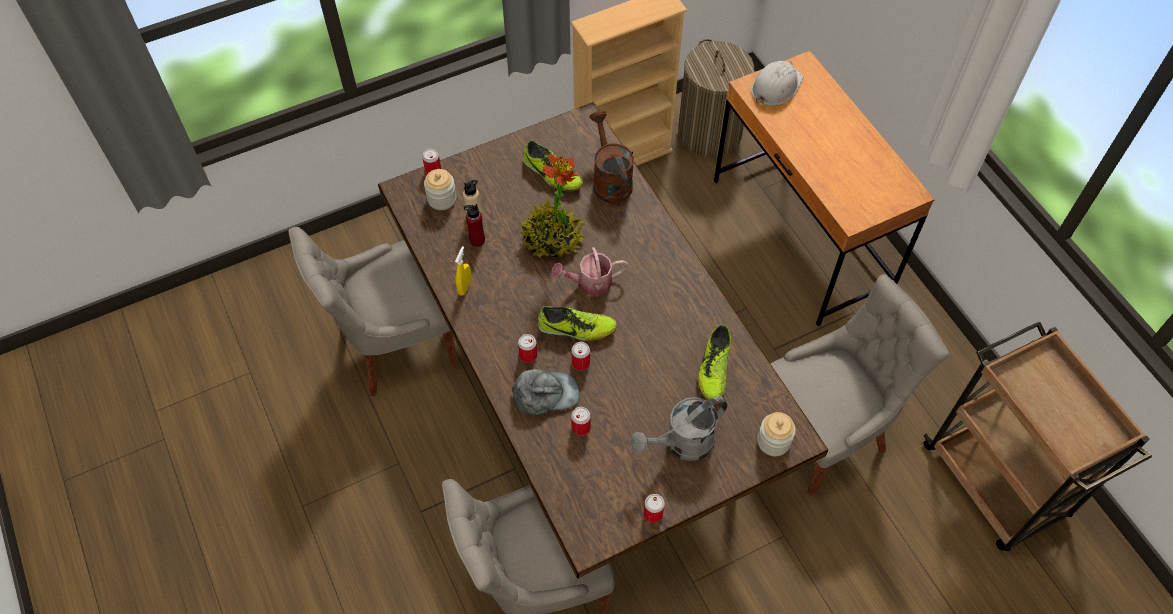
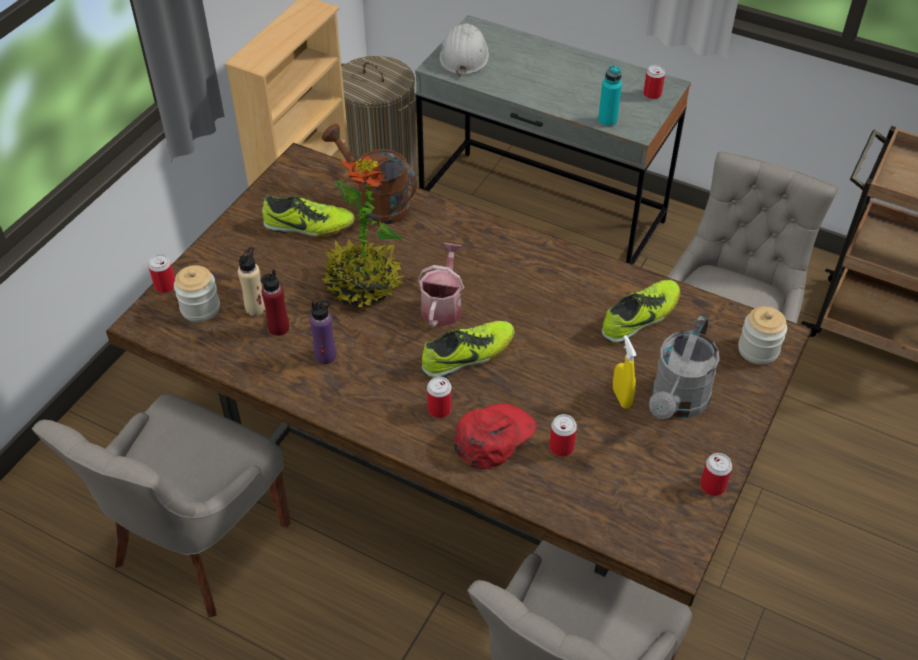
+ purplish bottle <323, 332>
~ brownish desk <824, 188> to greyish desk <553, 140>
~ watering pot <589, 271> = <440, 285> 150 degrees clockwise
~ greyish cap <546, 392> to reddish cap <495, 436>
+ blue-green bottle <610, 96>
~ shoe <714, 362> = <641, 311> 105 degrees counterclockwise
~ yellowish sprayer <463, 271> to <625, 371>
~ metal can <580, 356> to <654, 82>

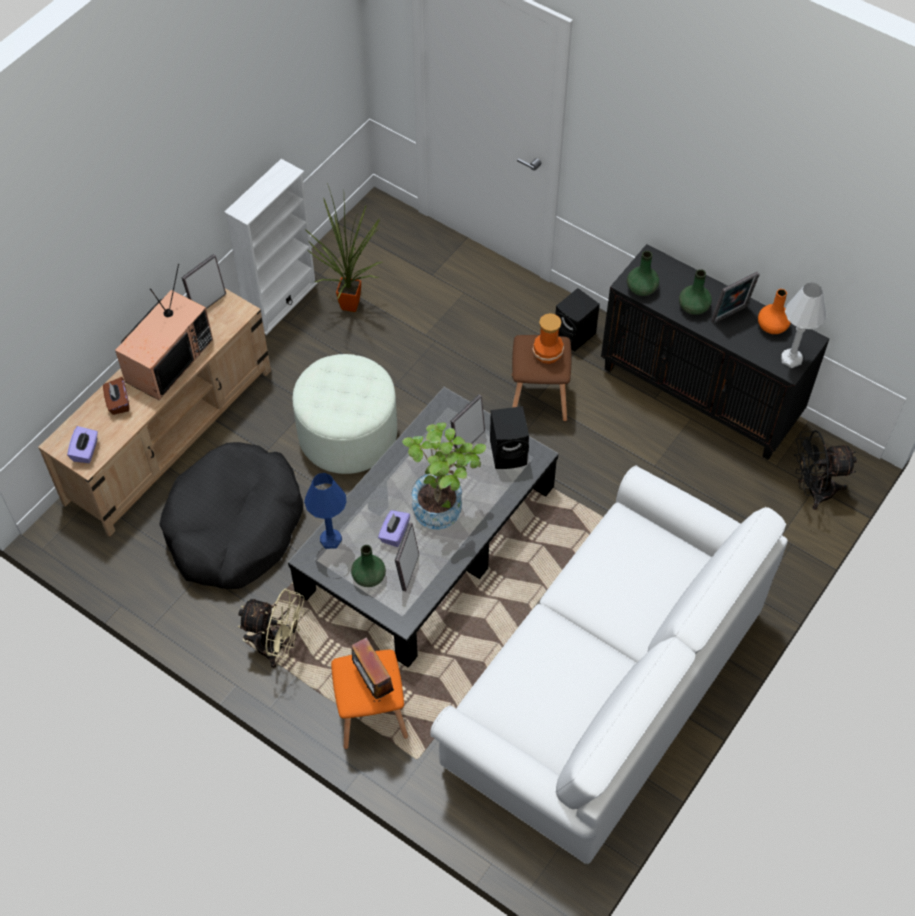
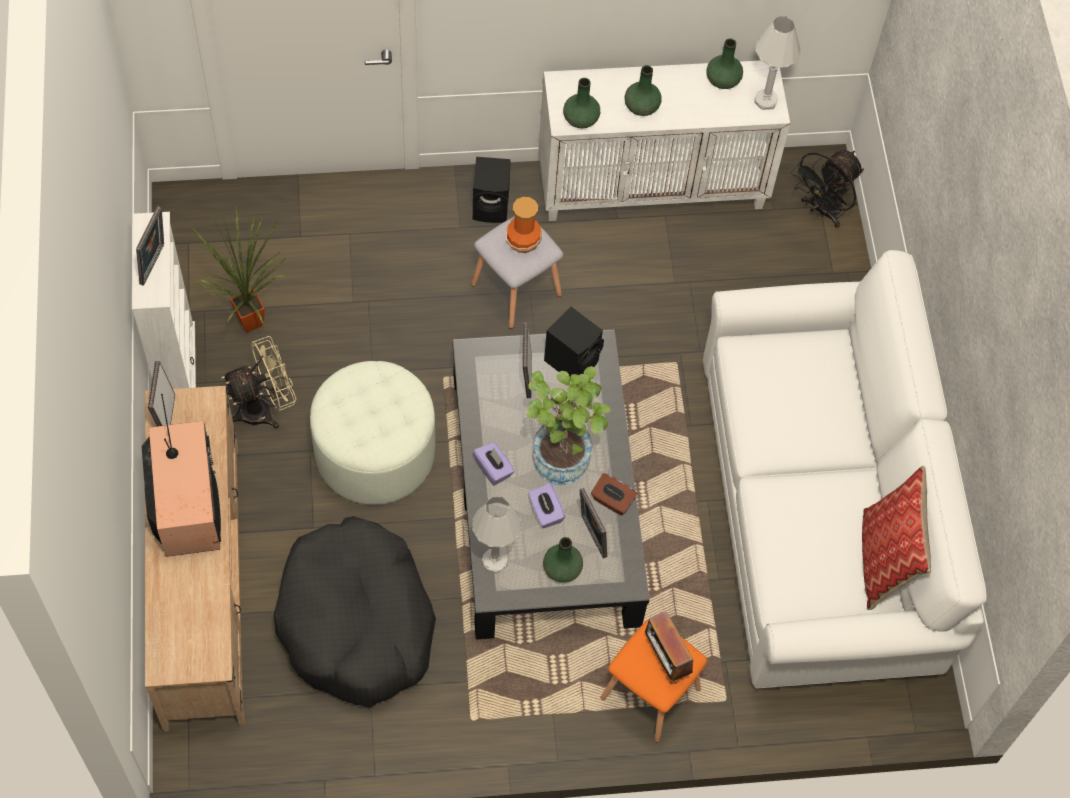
~ photo frame <735, 297> to <150, 246>
~ sand-coloured cooling fan <271, 628> to <259, 382>
~ brownish stool <542, 378> to greyish stool <517, 272>
~ blue-coloured tabletop lamp <325, 511> to whitish tabletop lamp <496, 535>
~ purplish box of tissues <82, 444> to <494, 464>
~ black-coloured storage cabinet <715, 352> to whitish storage cabinet <664, 140>
~ brownish box of tissues <116, 396> to <614, 494>
~ radio <373, 669> = <669, 647> 45 degrees clockwise
~ orange-coloured decorative vase <774, 311> to green decorative vase <724, 63>
+ cushion <896, 538>

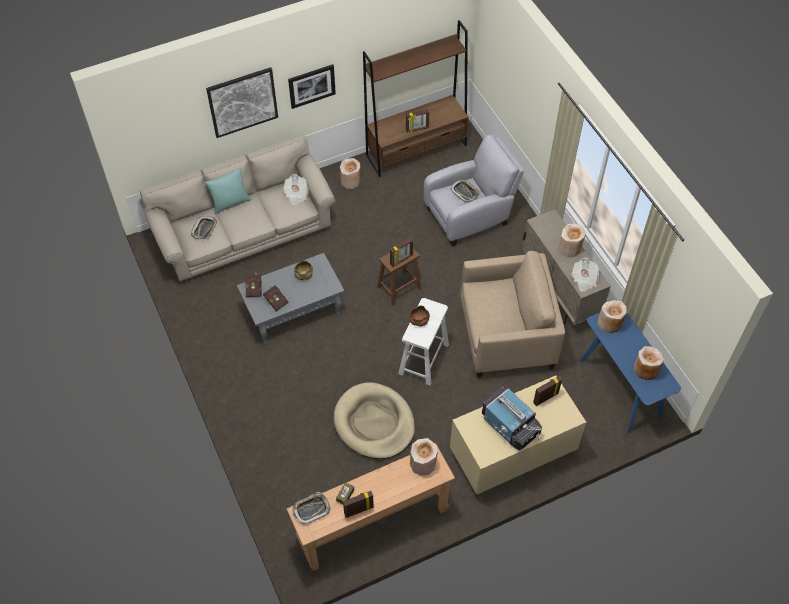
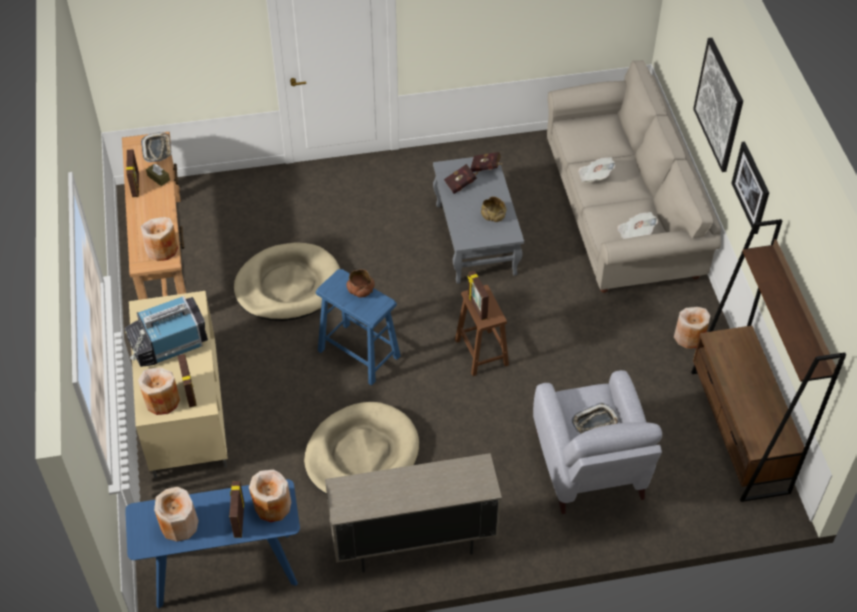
~ sand-coloured decorative vase <572, 240> to <159, 391>
~ photo frame <417, 121> to <236, 509>
~ sand-coloured lounge chair <512, 314> to sand-coloured dog bed <361, 448>
~ whitish stool <423, 341> to blue-coloured stool <358, 327>
~ printed paper <586, 275> to <597, 169>
- tray <204, 228>
- blue-green cushion <228, 190>

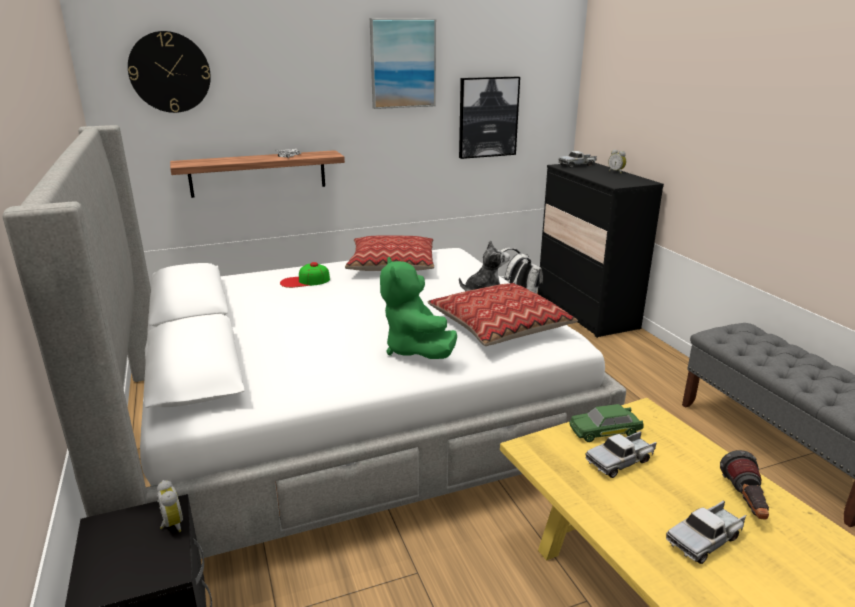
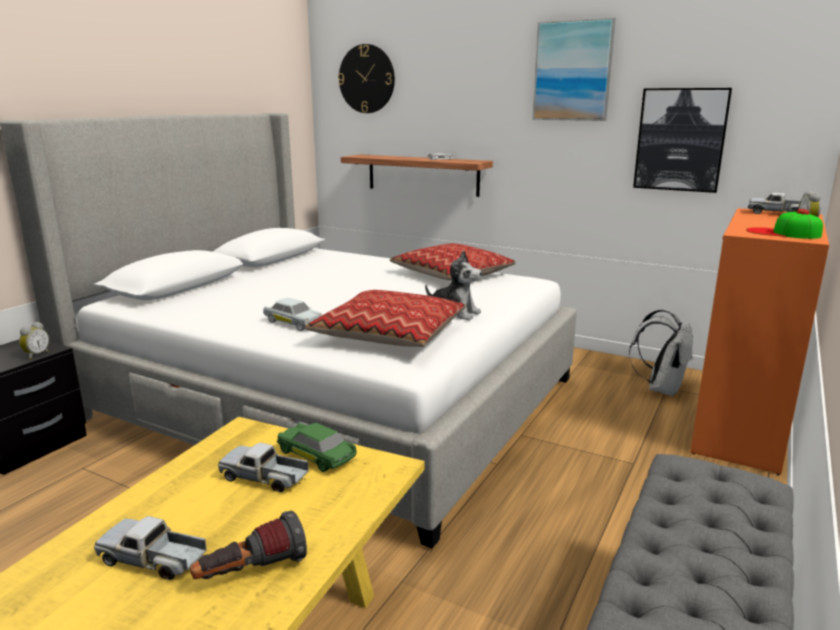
~ green cuddly toy <418, 308> to whitish model car <292, 314>
~ black-coloured drawer chest <601, 250> to orange-coloured drawer chest <759, 341>
~ cap <305, 275> to <784, 224>

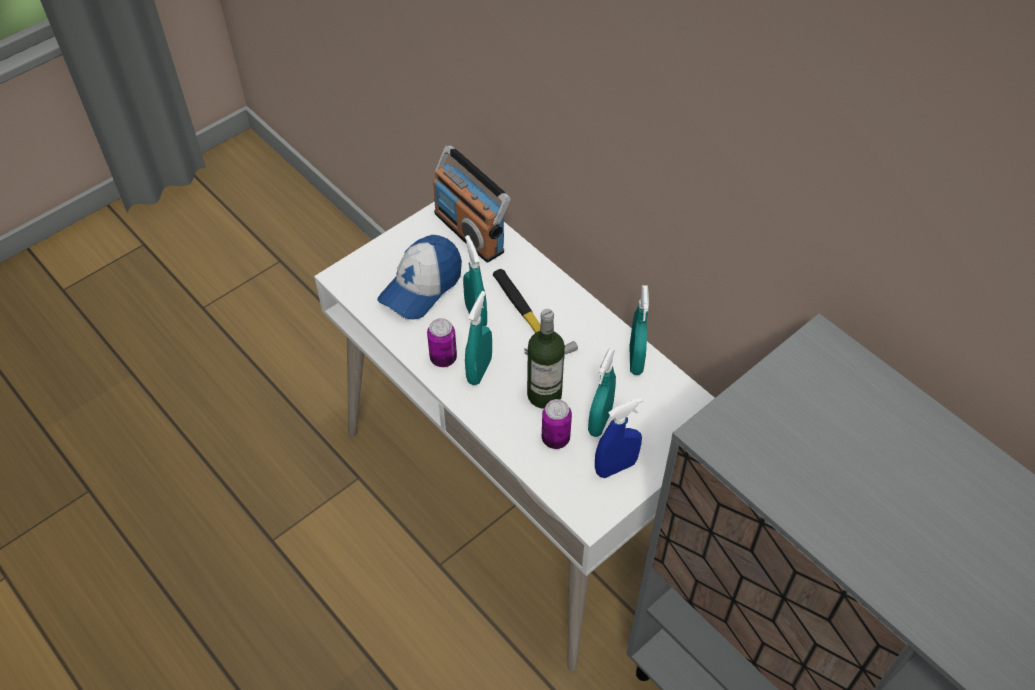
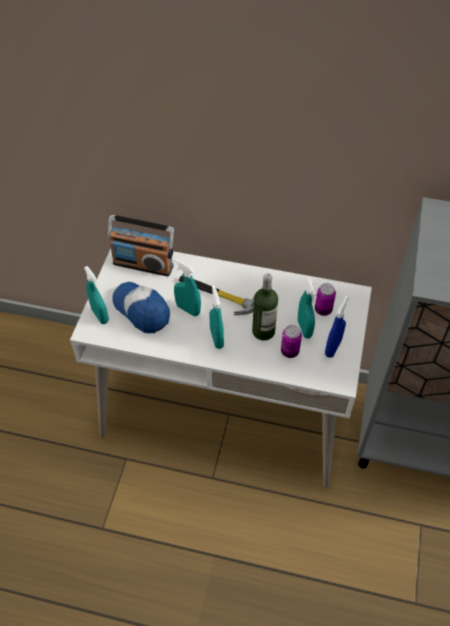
~ blue-green sprayer <639, 330> to <96, 295>
~ cap <419, 277> = <141, 307> 135 degrees clockwise
~ metal can <442, 342> to <325, 299>

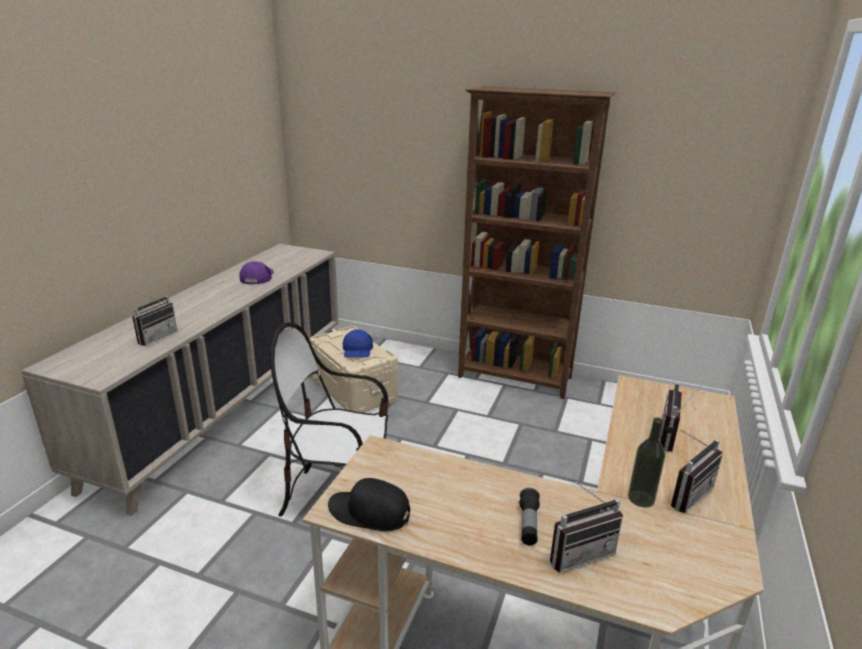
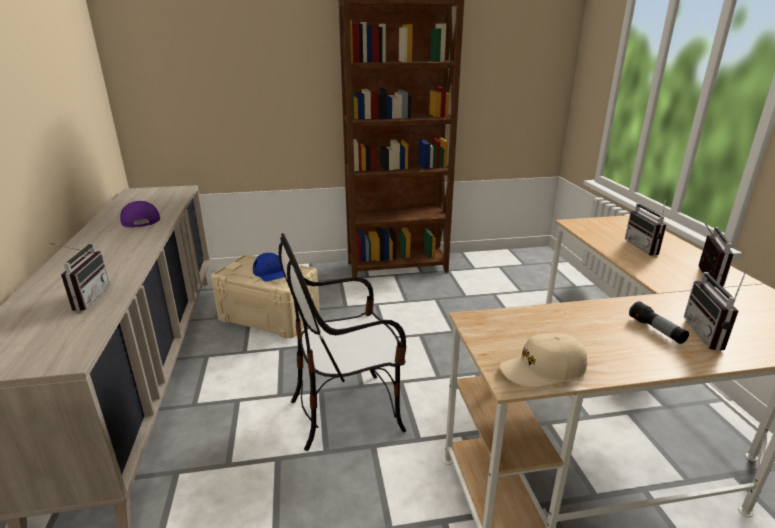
~ black-coloured cap <369, 504> to sand-coloured cap <543, 360>
~ radio <586, 525> = <715, 310> 150 degrees clockwise
- bottle <646, 462>

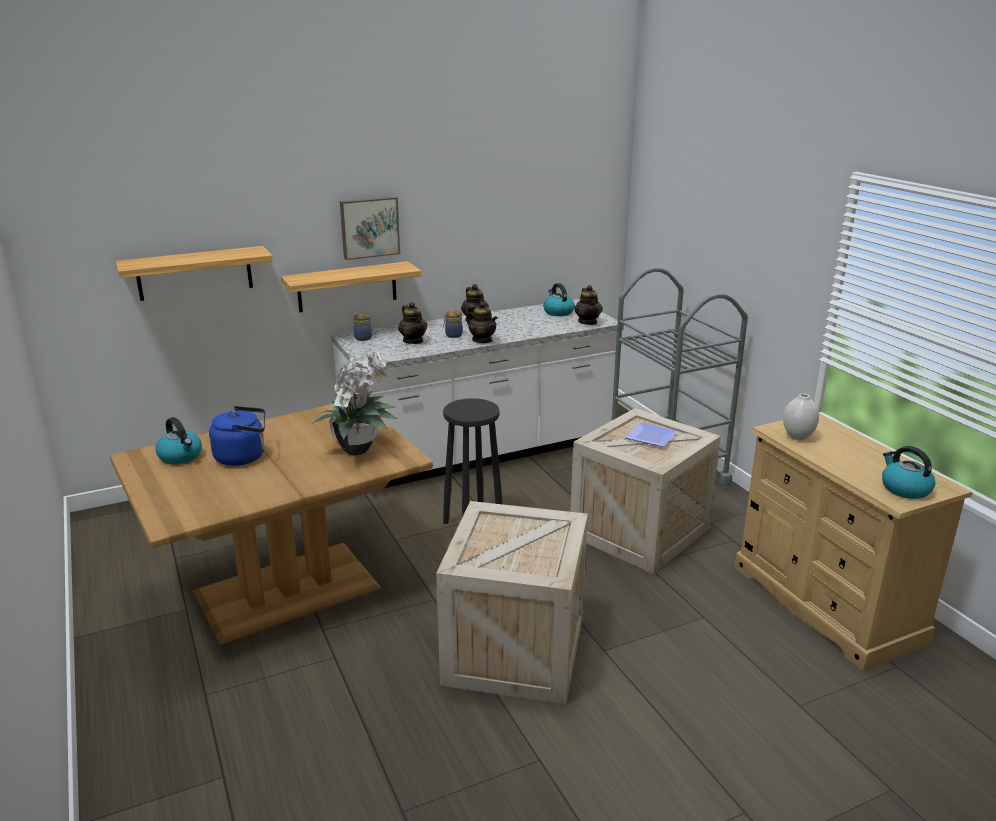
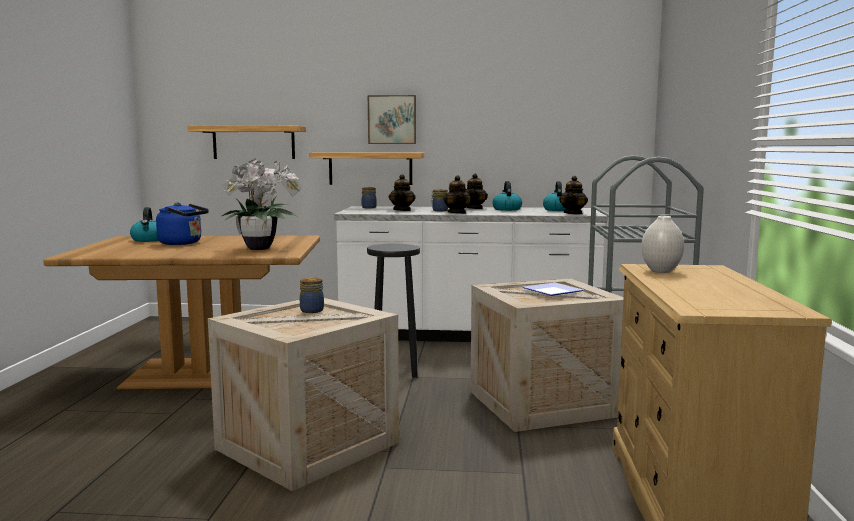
+ storage jar <312, 295>
~ water kettle <908, 472> to <507, 196>

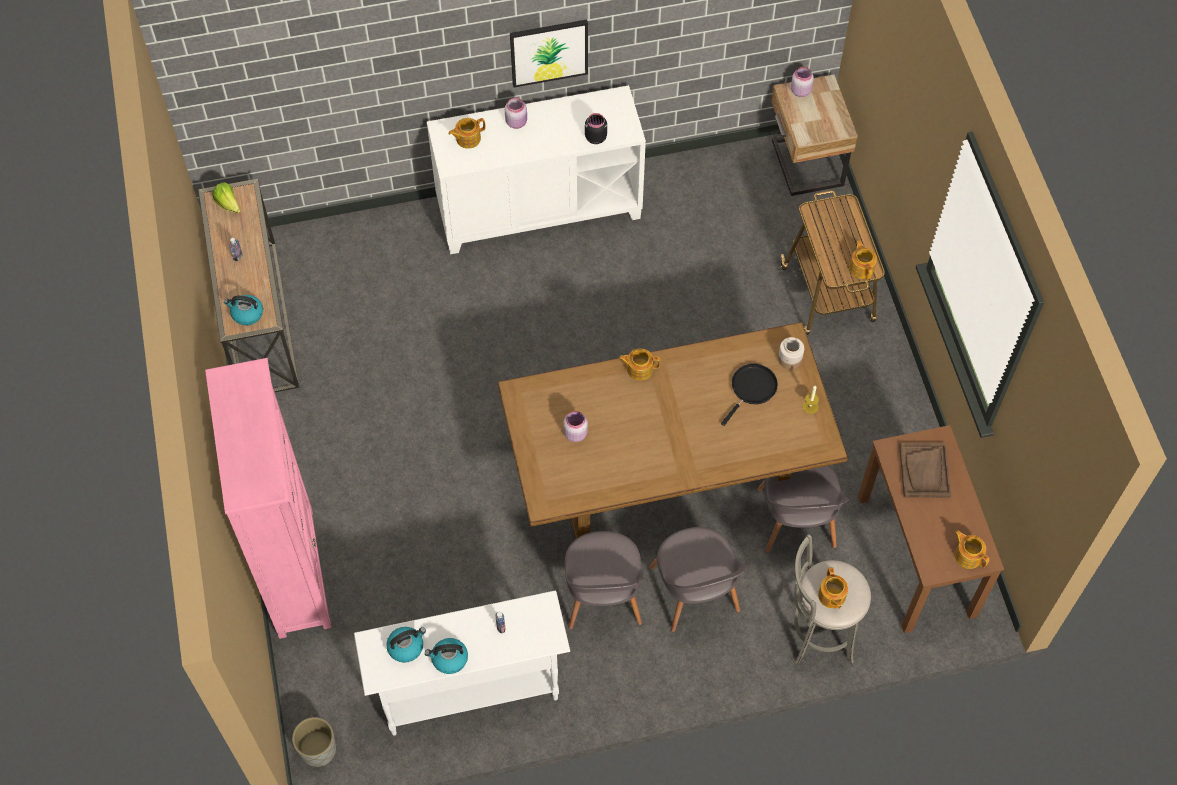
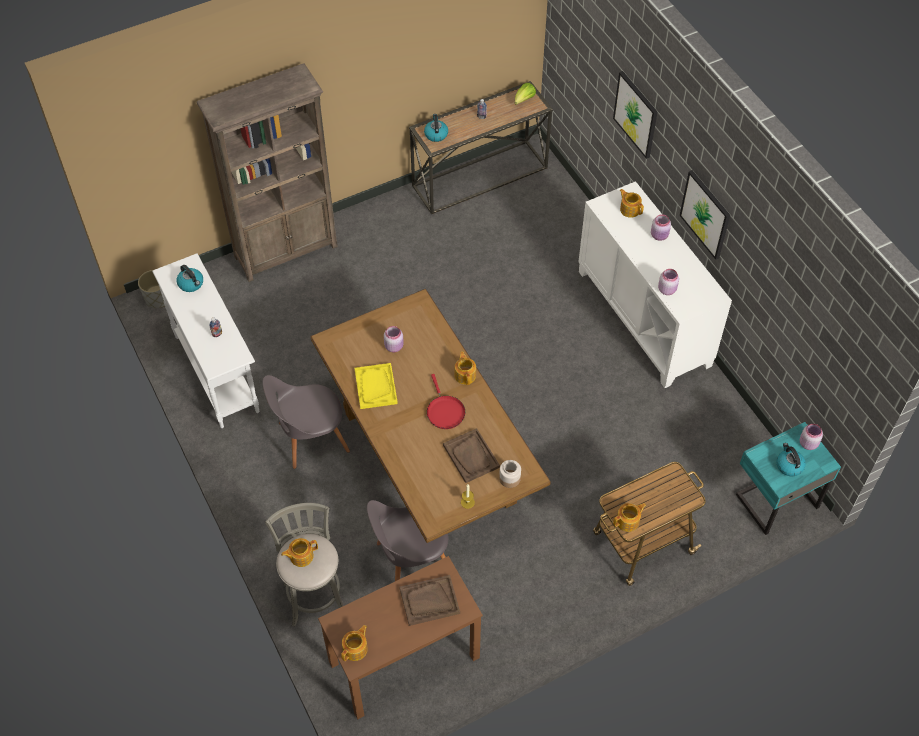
~ pink-coloured shelving unit <268, 498> to brownish shelving unit <267, 172>
+ yellowish tray <376, 386>
+ reddish skillet <446, 401>
~ black-coloured skillet <749, 395> to brownish tray <471, 455>
+ wall picture <635, 115>
~ black-coloured storage jar <596, 128> to pink-coloured storage jar <668, 282>
~ sand-coloured bedside table <814, 135> to blue-green bedside table <788, 478>
~ water kettle <446, 656> to <791, 459>
- greyish upright chair <698, 579>

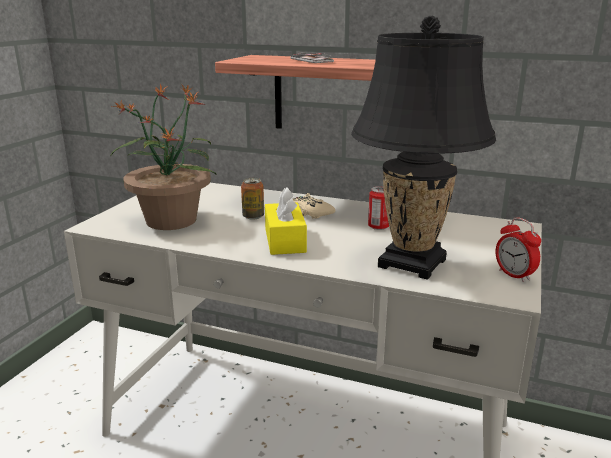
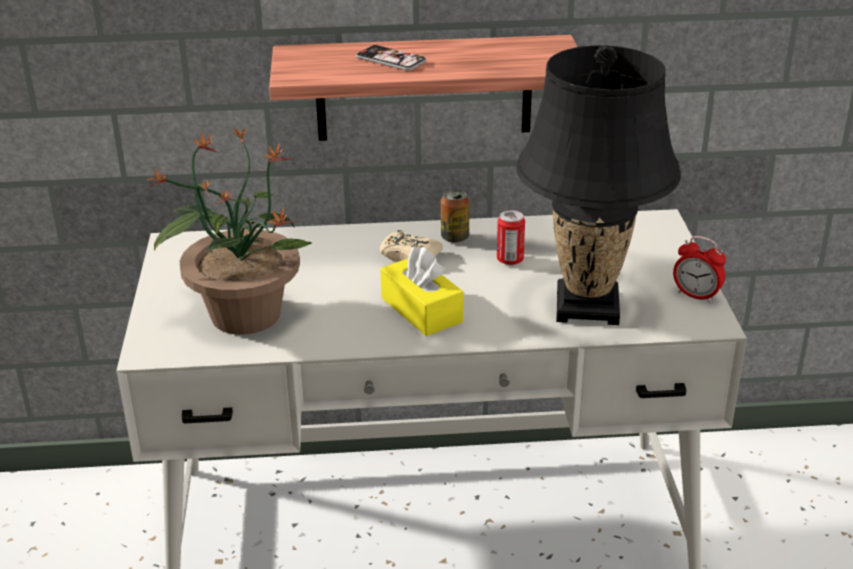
~ metal can <252, 199> to <455, 216>

